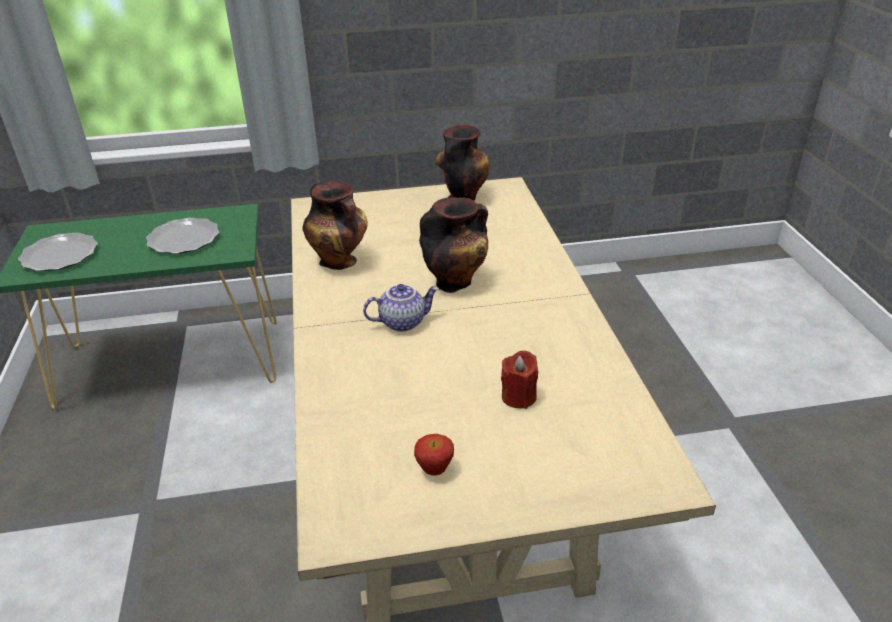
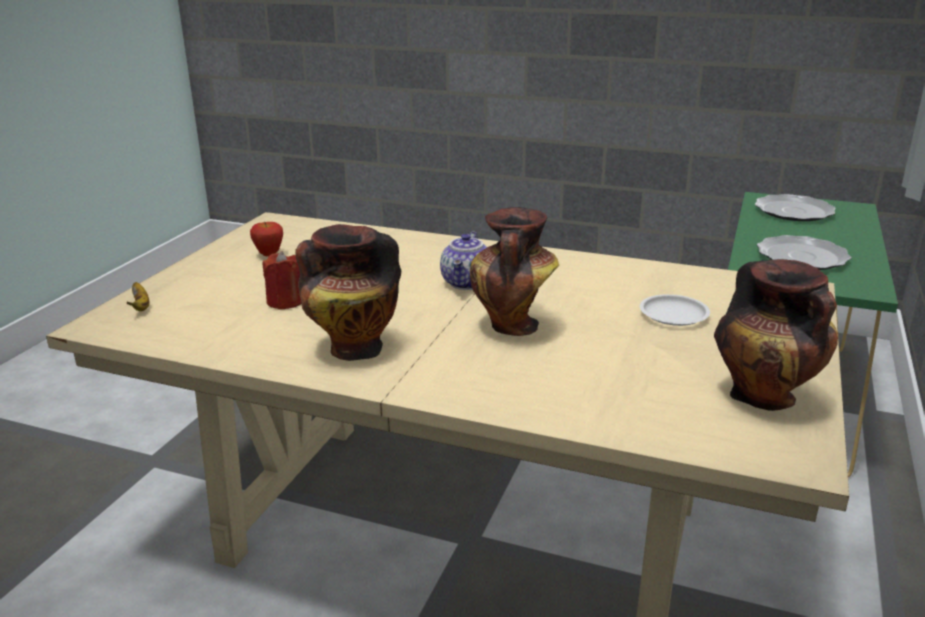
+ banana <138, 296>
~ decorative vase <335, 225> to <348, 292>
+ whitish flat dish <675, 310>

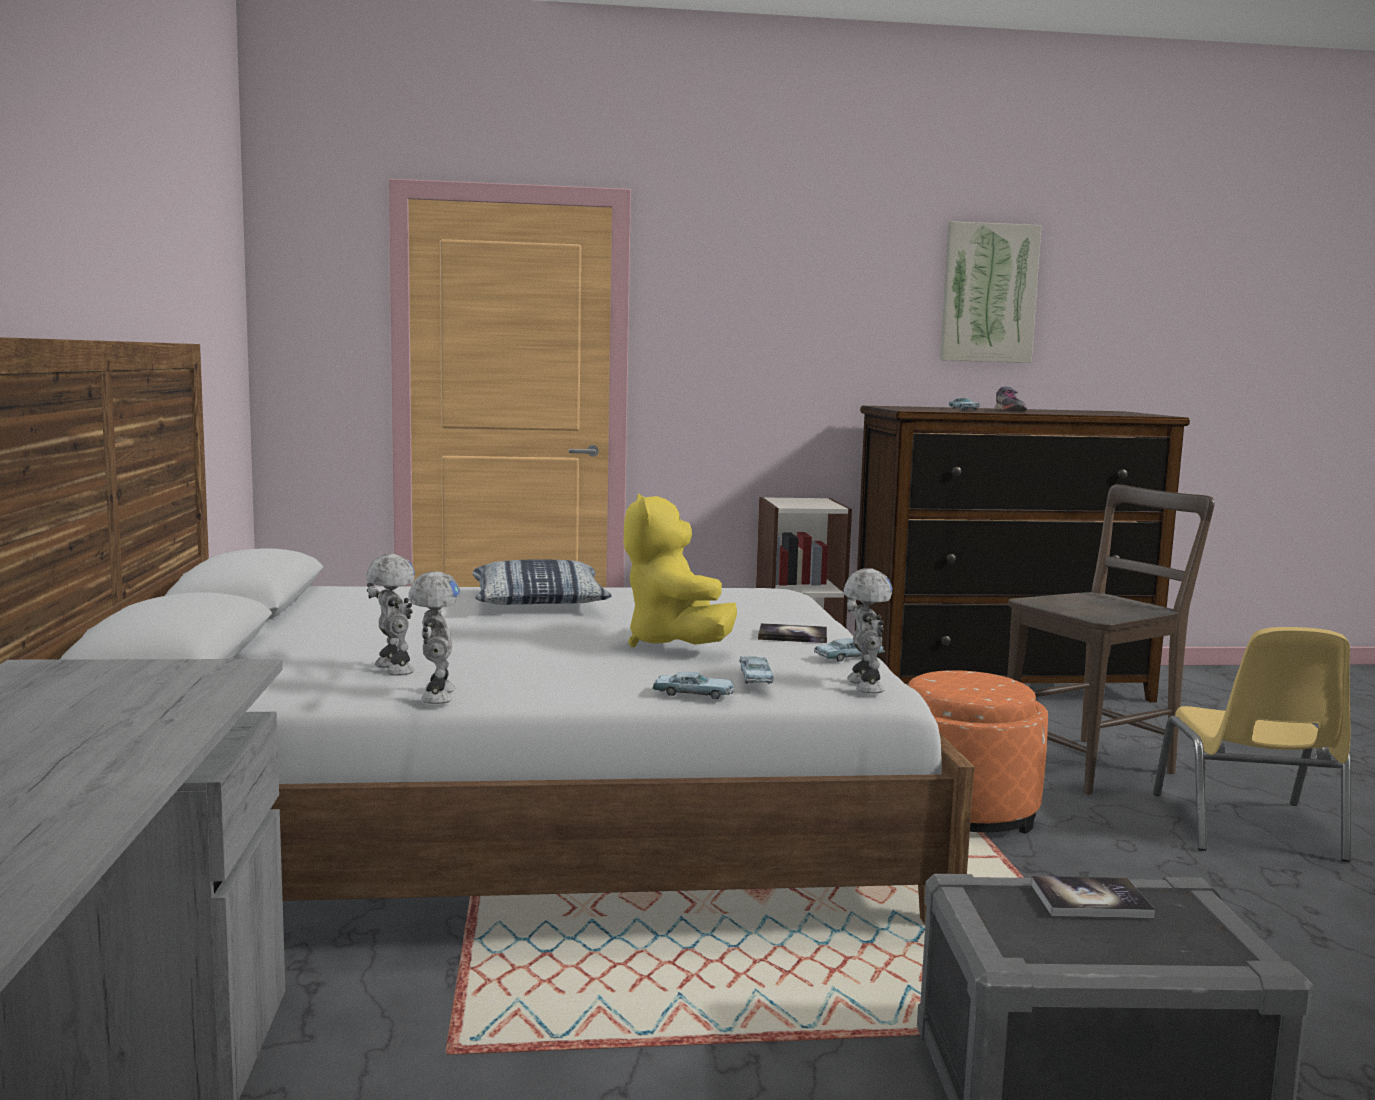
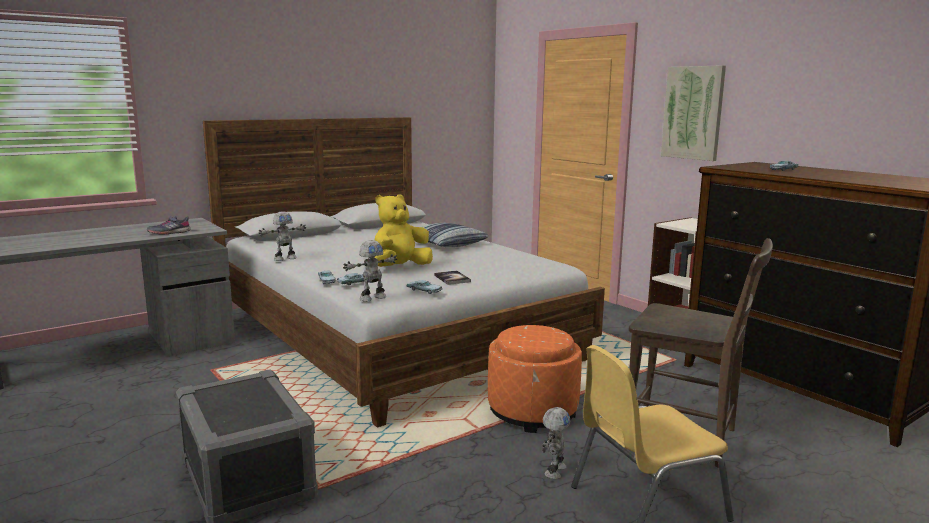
~ greyish shoe <1011, 398> to <169, 225>
~ model robot <390, 615> to <556, 443>
~ wall picture <991, 292> to <693, 113>
- volume <1093, 897>

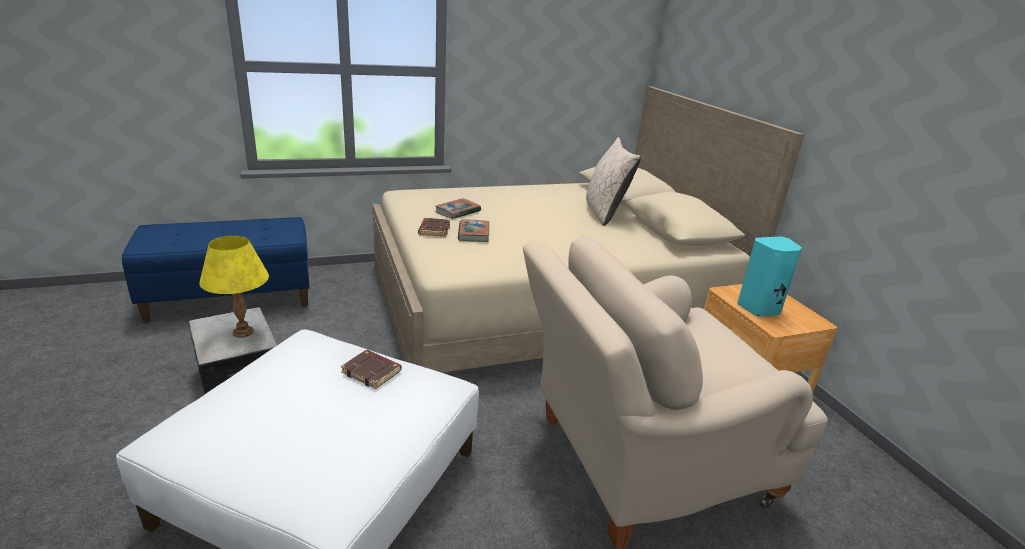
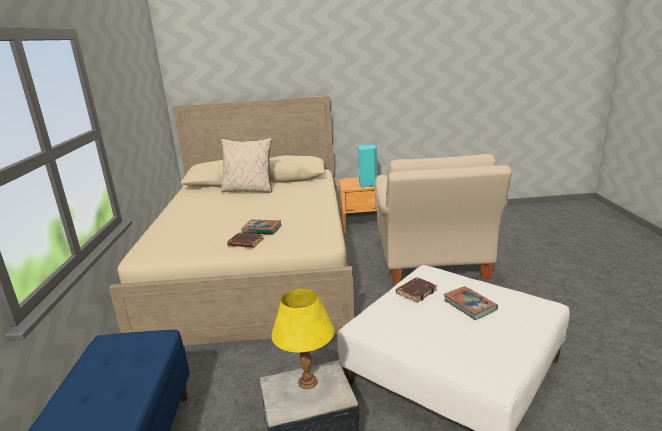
~ volume <458, 208> to <470, 303>

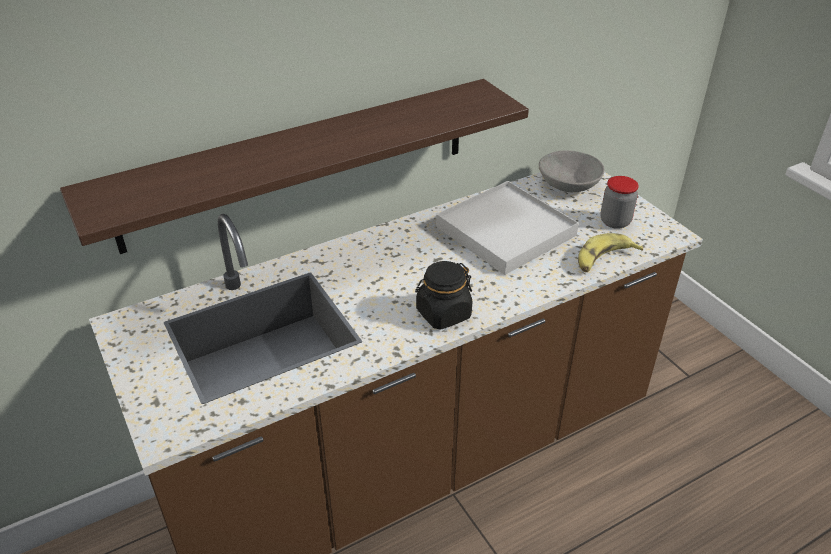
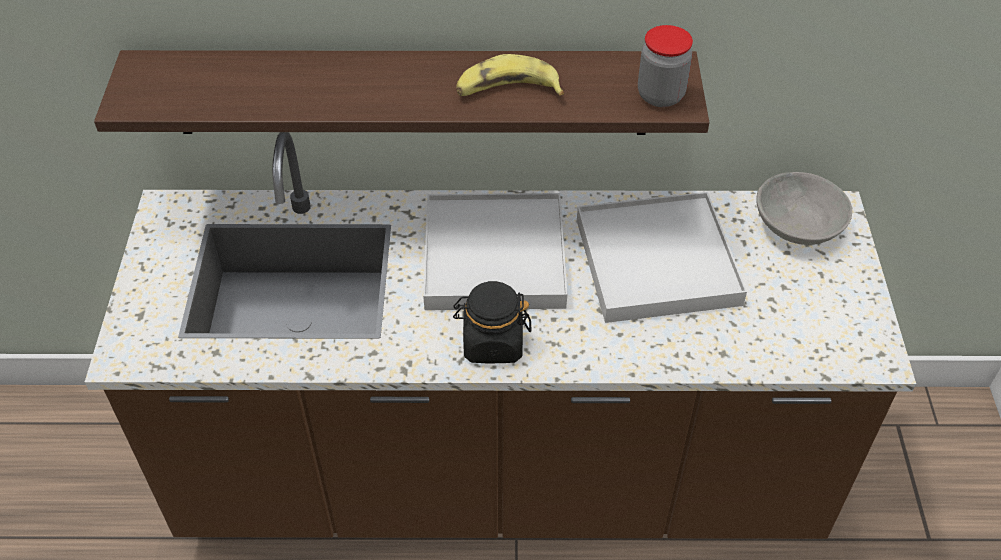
+ whitish tray <495, 251>
~ banana <610, 252> to <510, 75>
~ storage jar <620, 202> to <665, 66>

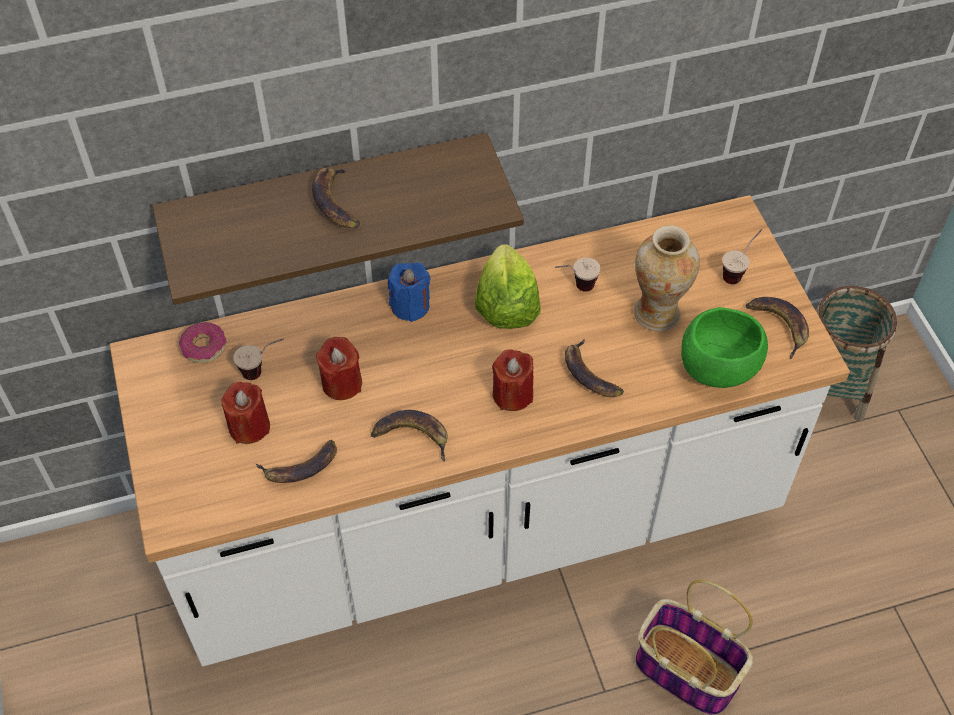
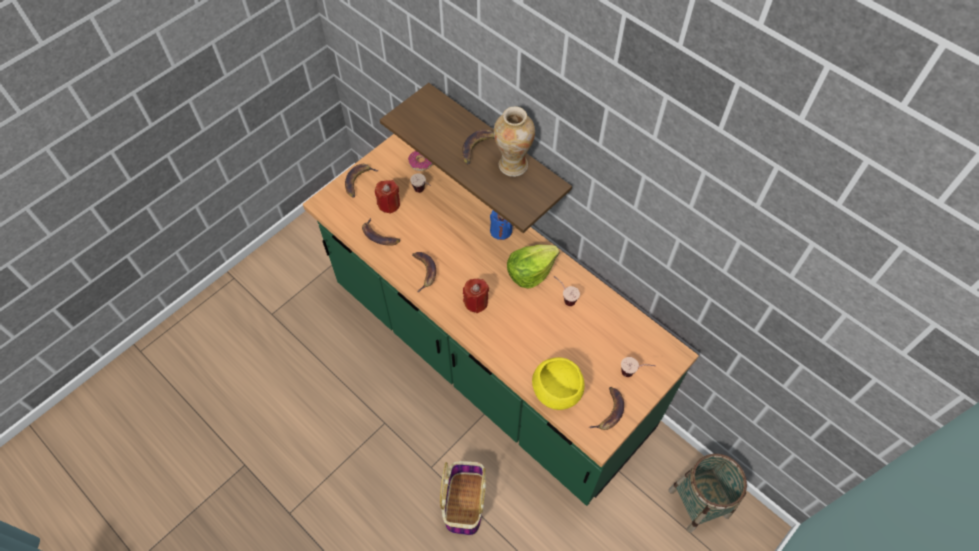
~ whitish counter <480, 431> to green counter <501, 320>
~ banana <594, 368> to <362, 180>
~ decorative vase <667, 278> to <514, 142>
~ green bowl <724, 347> to yellowish bowl <558, 383>
- reddish wax light <339, 368>

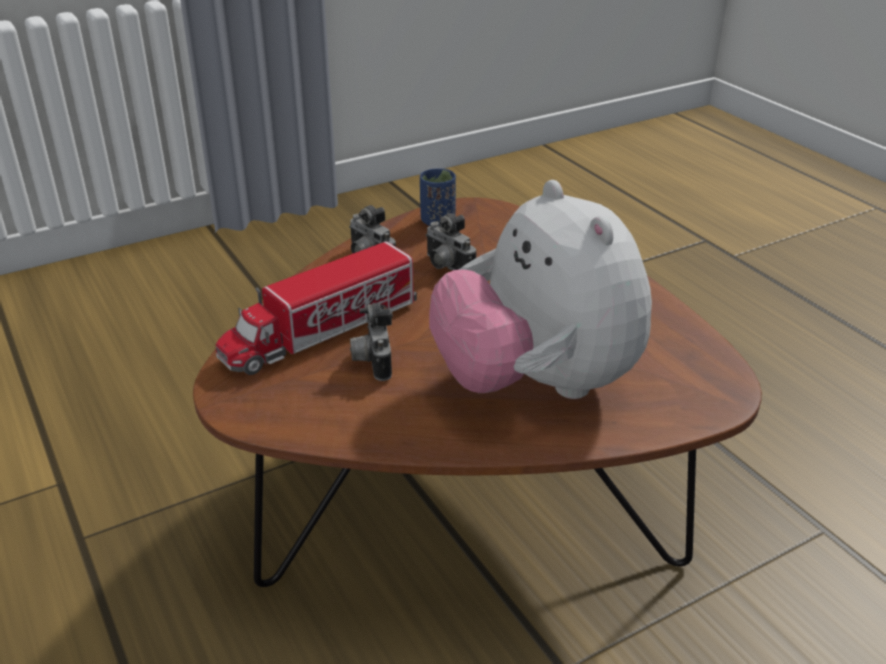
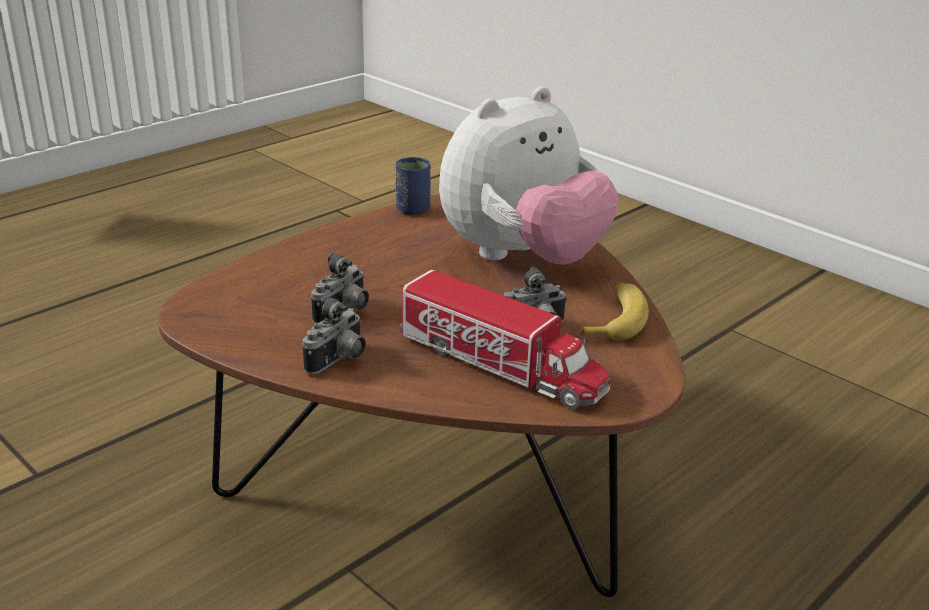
~ blue-coloured drinking cup <438, 197> to <413, 186>
+ banana <614, 311>

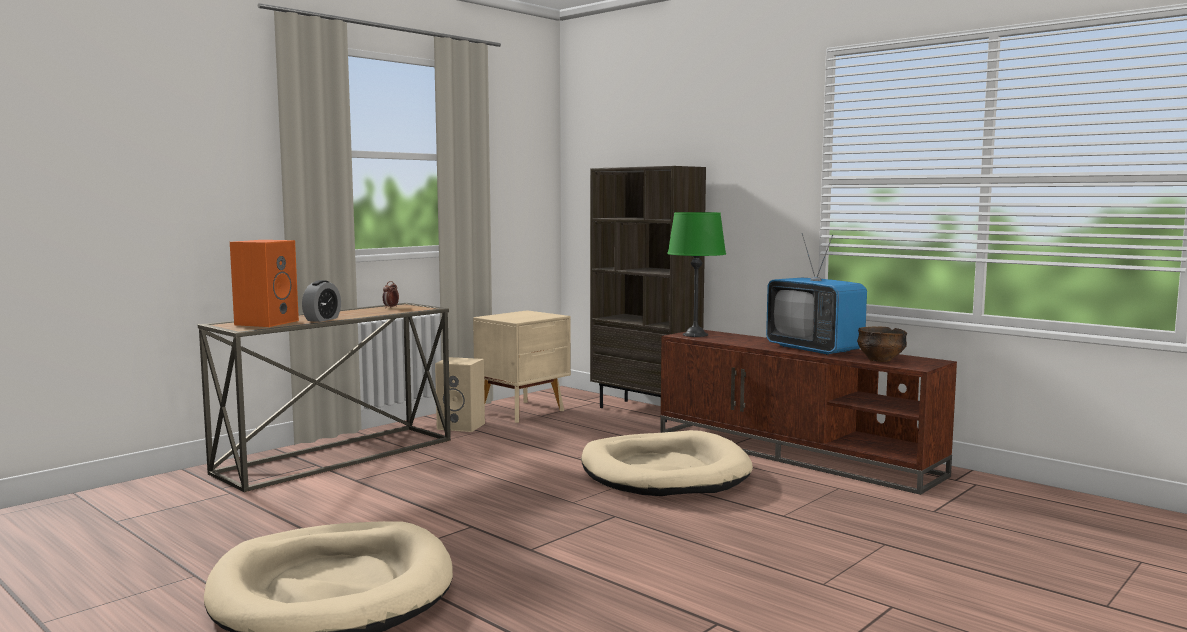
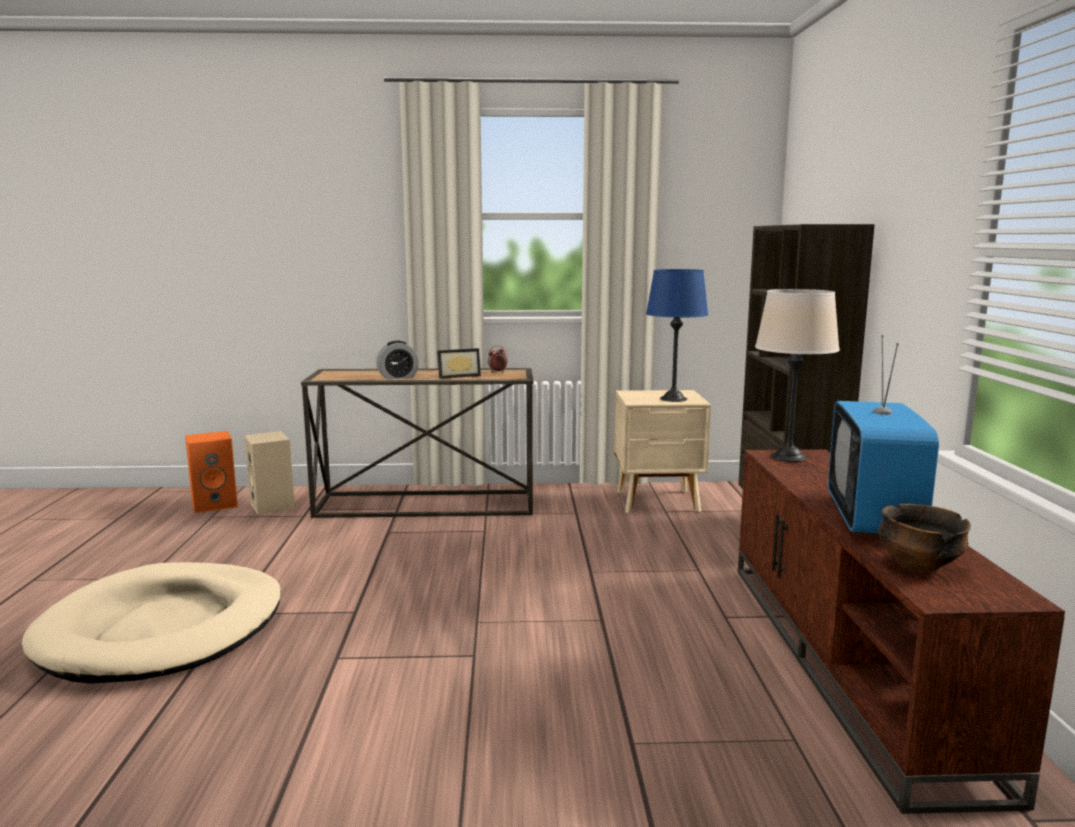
~ orange-coloured loudspeaker <264, 283> to <211, 472>
~ sand-coloured loudspeaker <460, 394> to <269, 472>
+ photo frame <459, 363>
+ blue-coloured tabletop lamp <677, 335>
~ green tabletop lamp <696, 274> to sand-coloured tabletop lamp <797, 375>
- sand-coloured dog bed <667, 463>

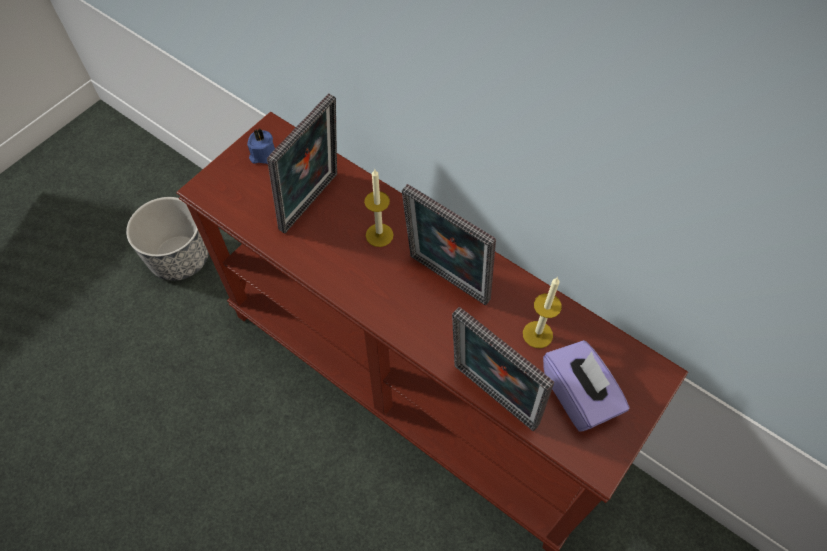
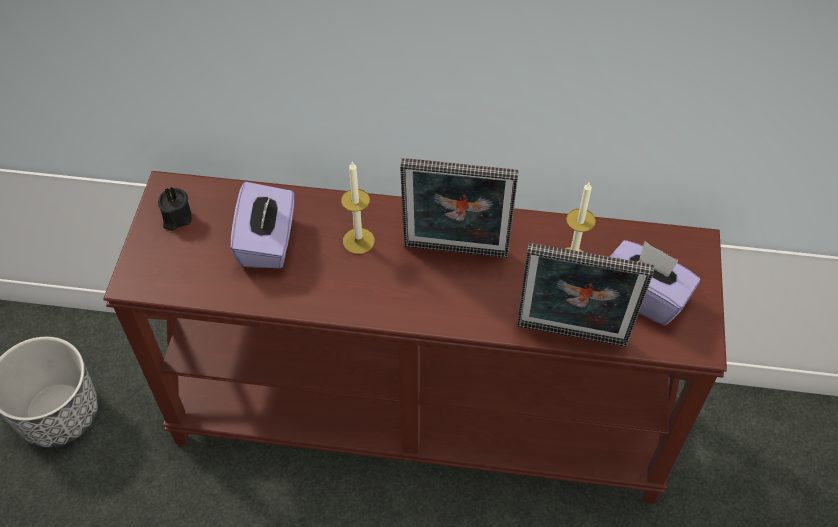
~ blue-coloured wax light <261, 146> to black-coloured wax light <175, 209>
~ photo frame <302, 163> to purplish box of tissues <262, 225>

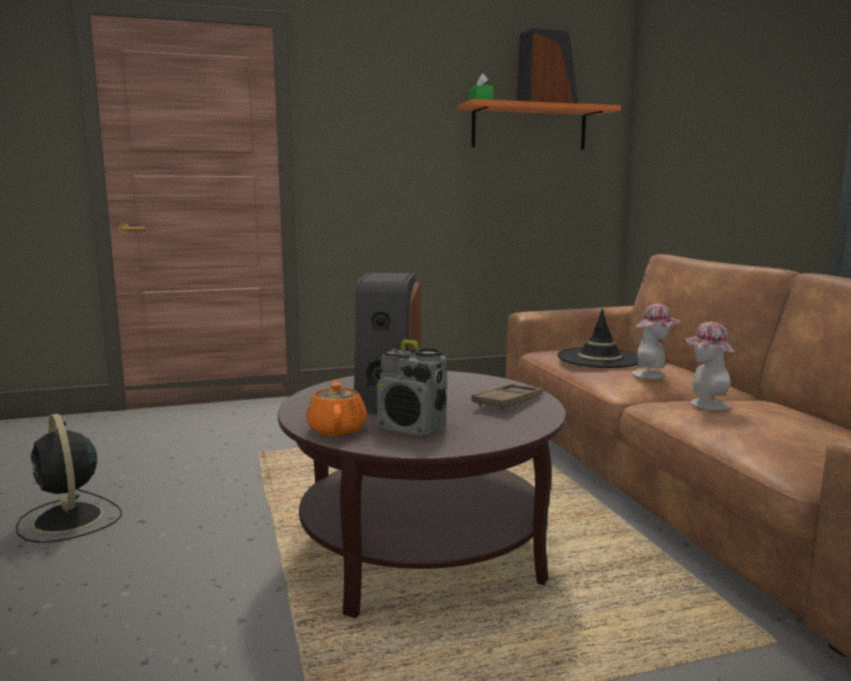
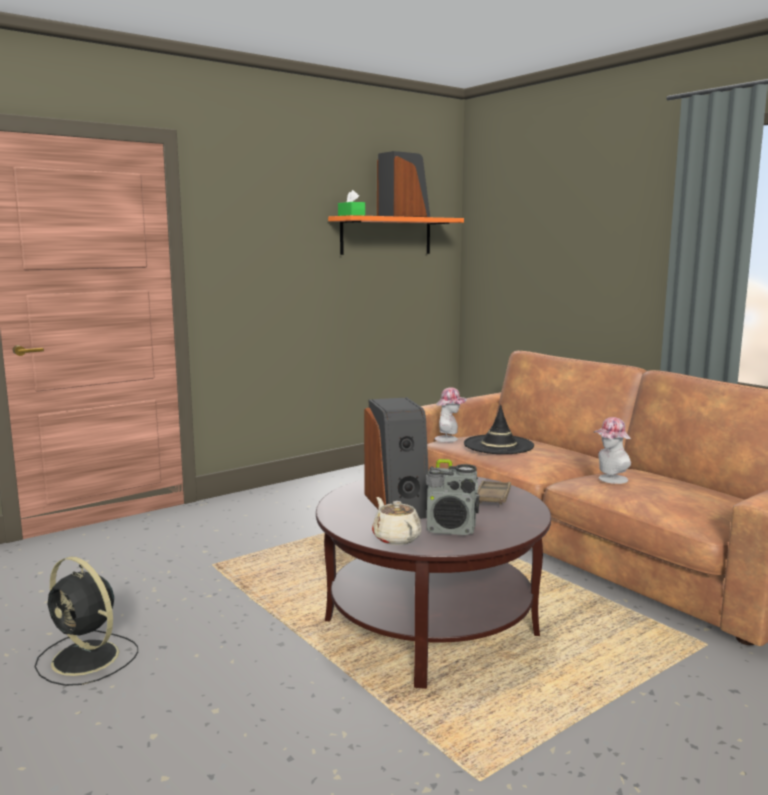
~ orange-coloured teapot <336, 408> to sand-coloured teapot <397, 521>
~ hat <656, 341> to <451, 414>

